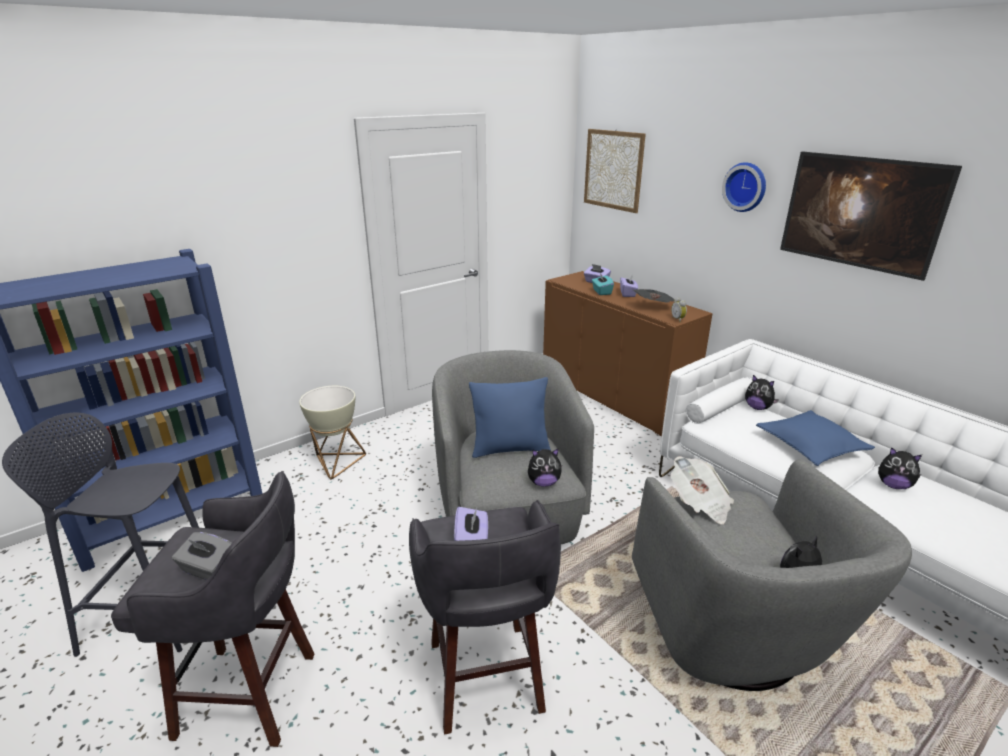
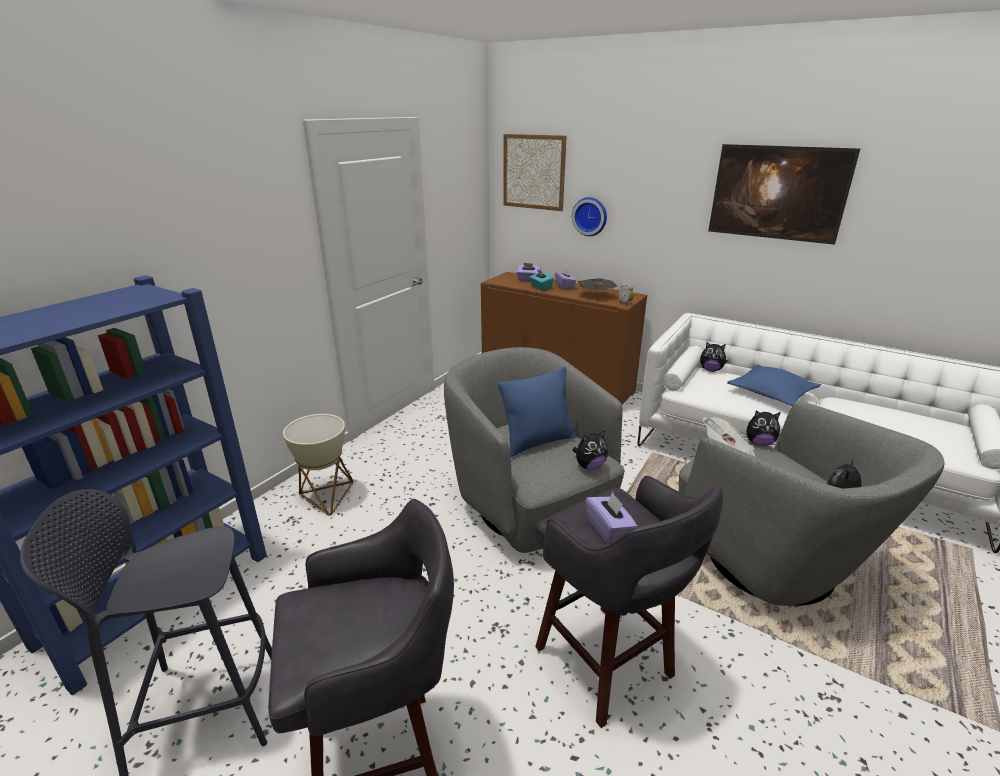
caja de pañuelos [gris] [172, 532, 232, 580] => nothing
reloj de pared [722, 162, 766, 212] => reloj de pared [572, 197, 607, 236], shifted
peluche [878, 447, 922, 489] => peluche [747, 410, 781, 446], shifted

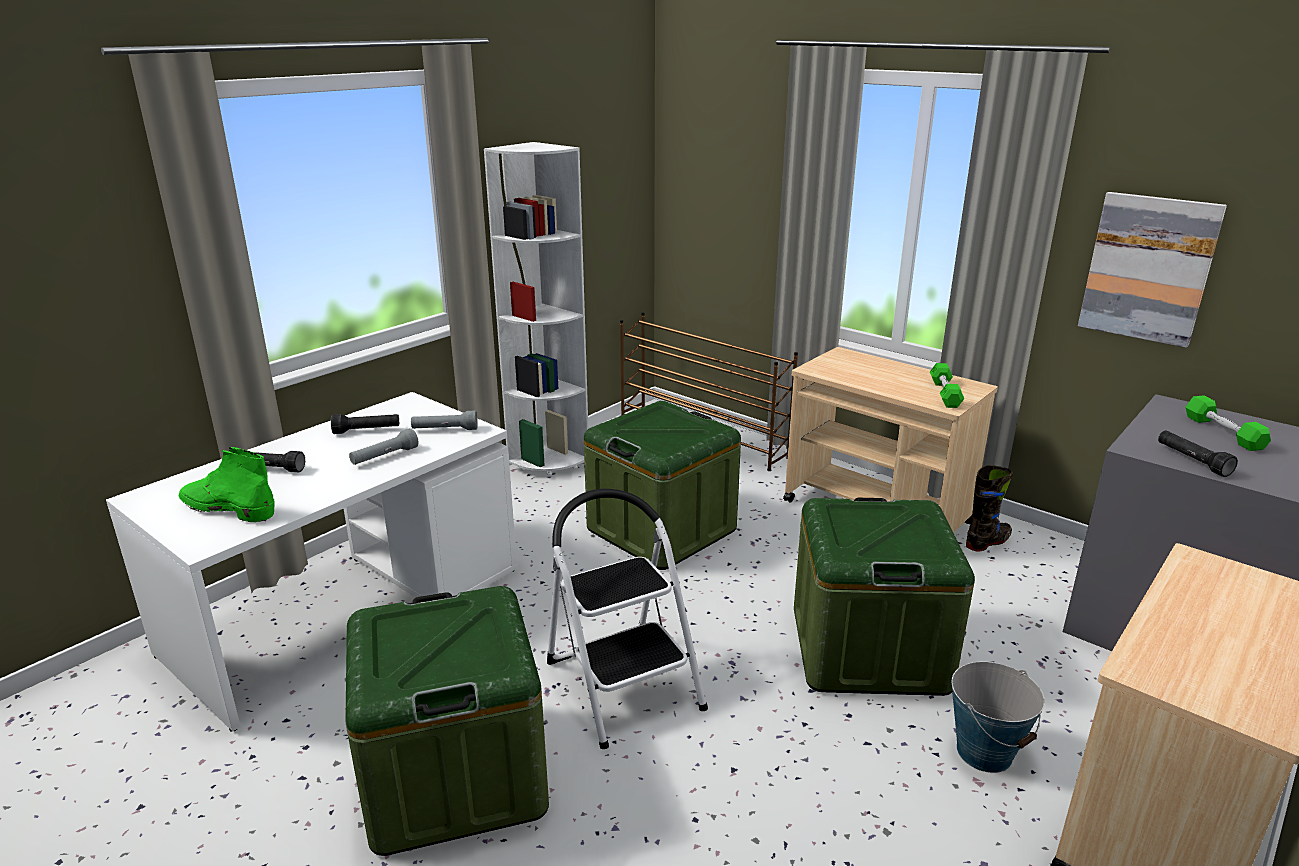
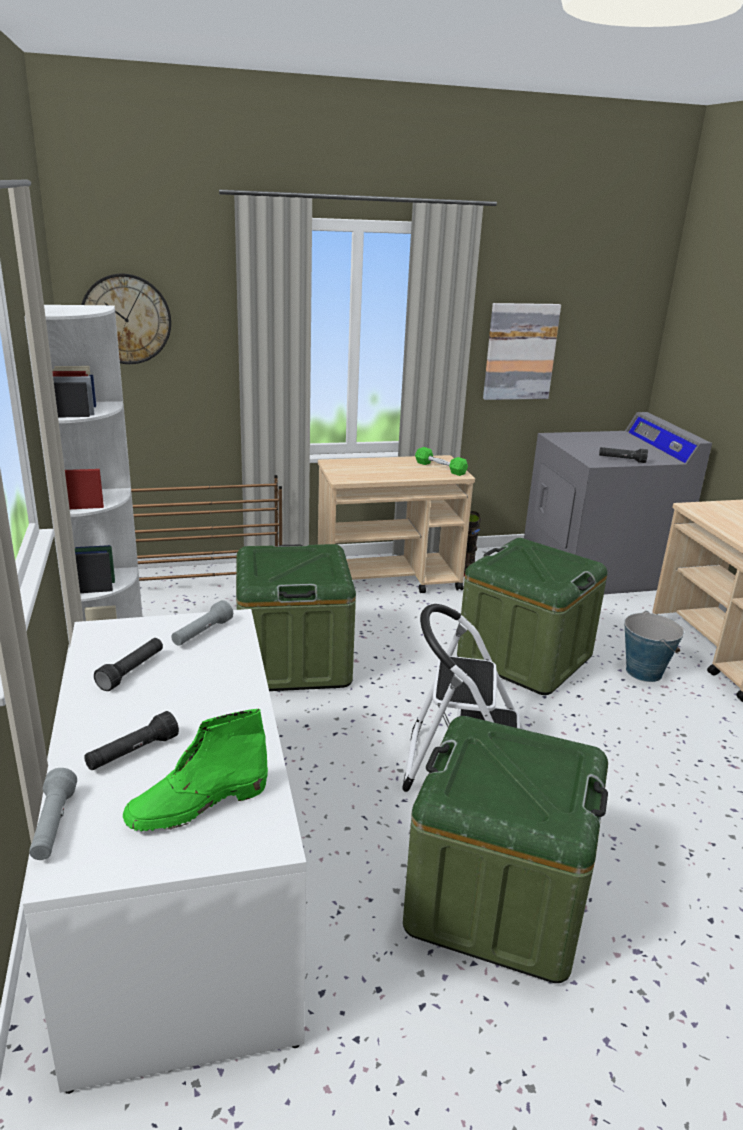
mancuerna [verde] [1185, 395, 1271, 451] => nothing
nothing => reloj de pared [81, 273, 171, 364]
linterna [gris] [349, 428, 419, 465] => linterna [gris] [29, 768, 77, 860], shifted

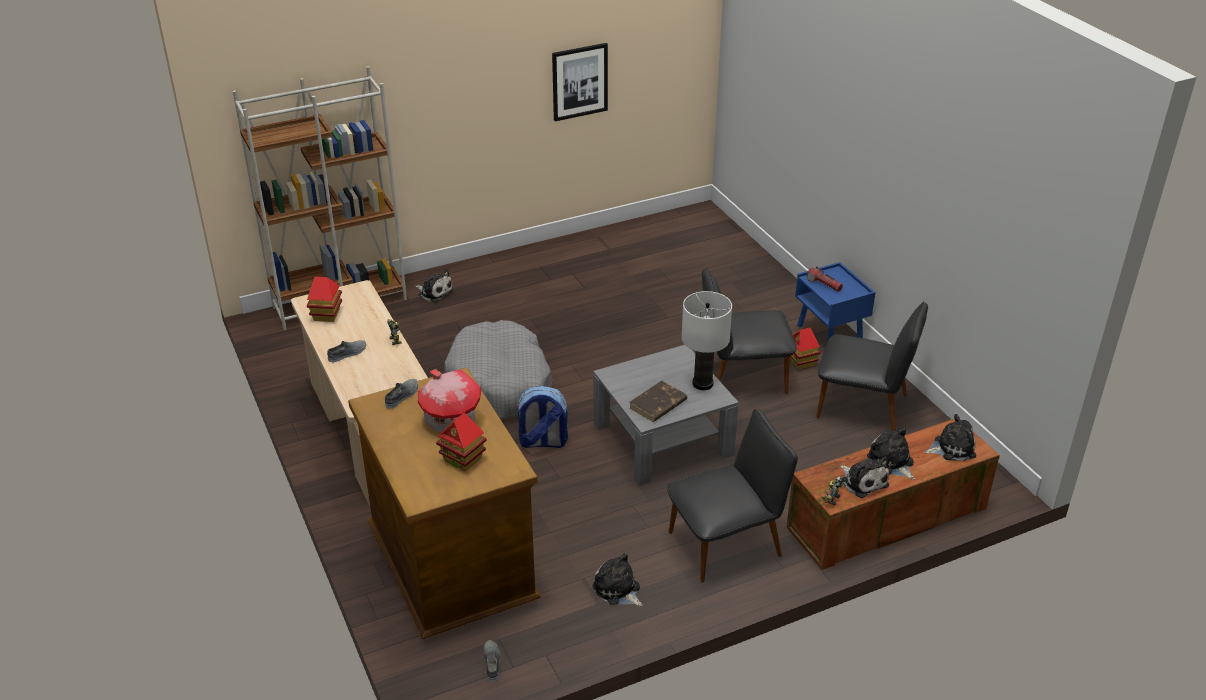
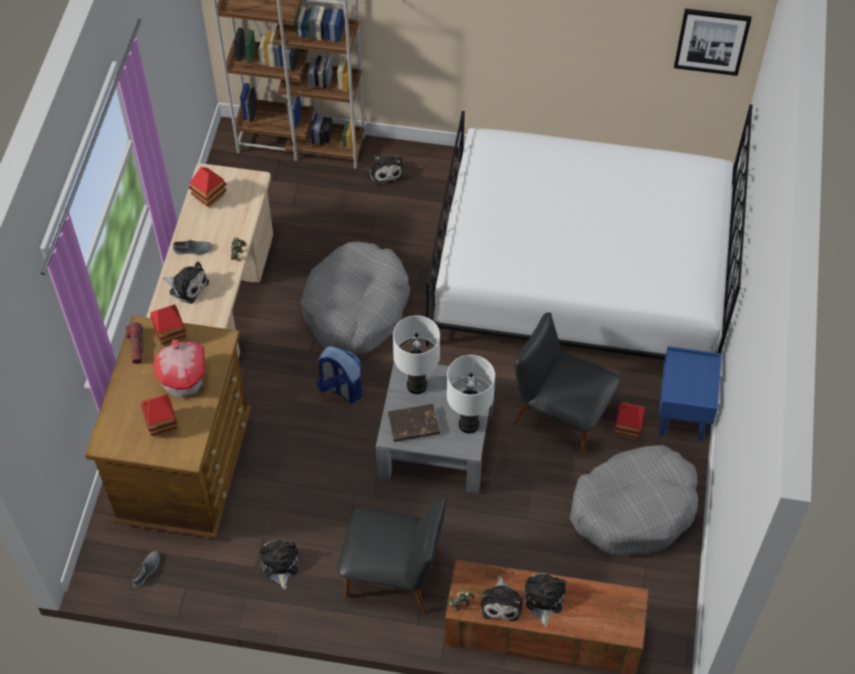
nothing => lámpara de mesa [blanco] [393, 315, 440, 394]
nothing => cama [blanco] [426, 104, 753, 360]
cuadro [552, 43, 608, 121] => cuadro [674, 9, 752, 76], shifted
linterna [806, 267, 843, 292] => linterna [126, 323, 144, 364], shifted
peluche [924, 414, 976, 461] => peluche [163, 261, 209, 304], shifted
zapato [gris] [385, 379, 418, 409] => casita [150, 304, 186, 346]
silla [negro] [816, 302, 928, 431] => cama para perro [gris] [570, 445, 698, 556]

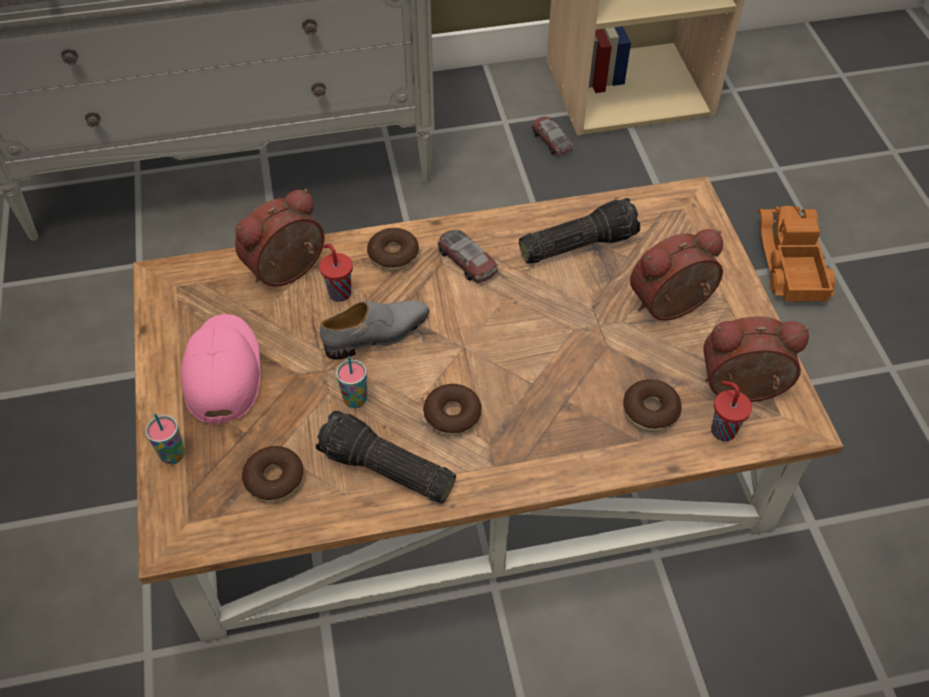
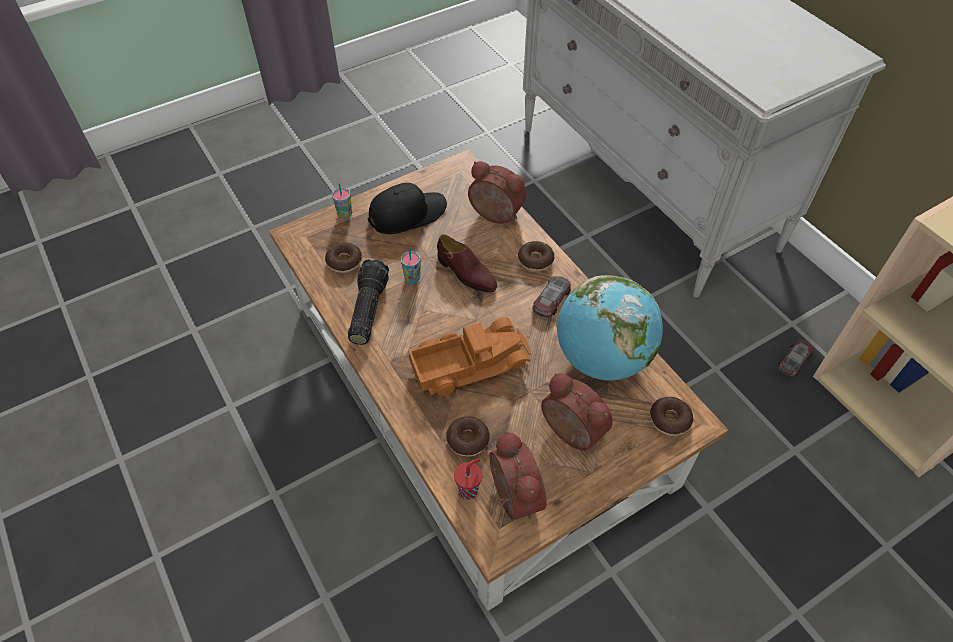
taza [rojo] [319, 244, 353, 302] => nothing
rosquilla [423, 384, 482, 436] => rosquilla [650, 397, 693, 436], shifted
camión de juguete [757, 206, 835, 301] => camión de juguete [408, 317, 531, 396], shifted
linterna [519, 198, 640, 264] => globo terráqueo [557, 275, 663, 380]
gorra [rosa] [180, 314, 261, 425] => gorra [negro] [368, 183, 447, 234]
zapato [gris] [320, 300, 429, 359] => zapato [marrón] [437, 234, 497, 293]

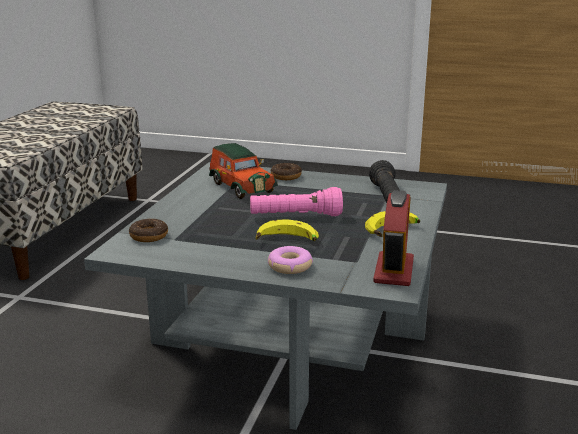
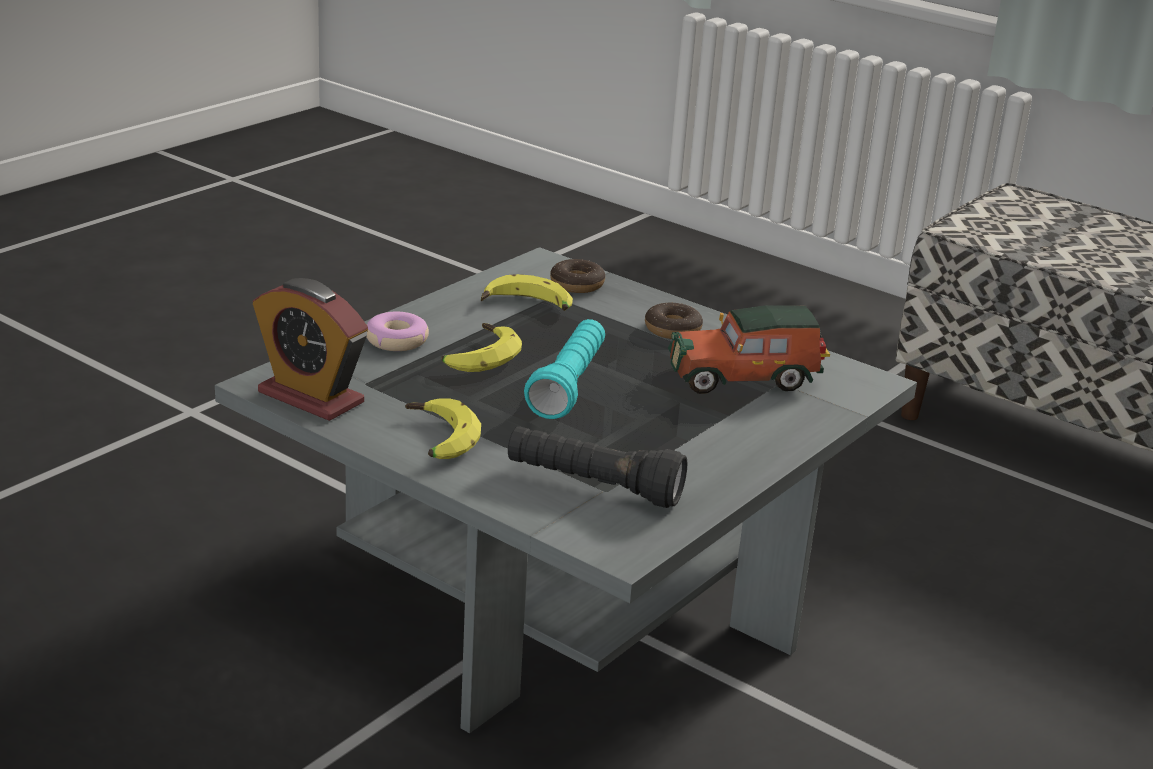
nothing => plátano [481, 274, 573, 311]
rosquilla [271, 163, 302, 180] => rosquilla [645, 302, 703, 339], shifted
linterna [rosa] [250, 187, 343, 216] => linterna [turquesa] [524, 319, 605, 419]

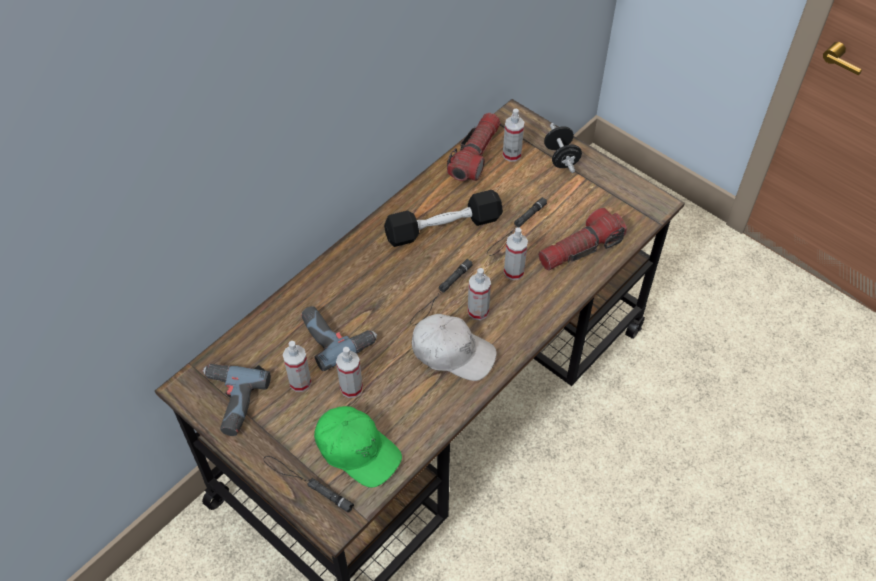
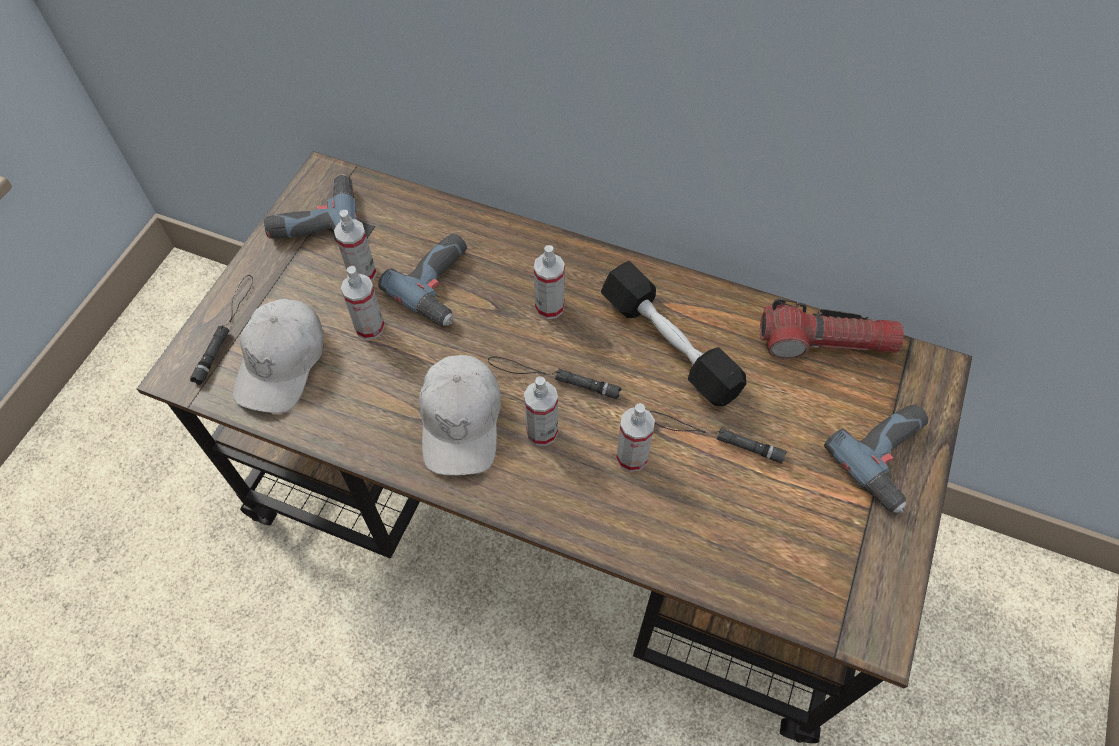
linterna [538, 208, 627, 271] => nothing
pulverizador [503, 108, 524, 162] => pulverizador [534, 245, 565, 319], shifted
mancuerna [negro] [544, 123, 582, 173] => taladro [824, 404, 928, 513]
gorra [verde] [314, 406, 402, 488] => gorra [blanco] [233, 299, 324, 413]

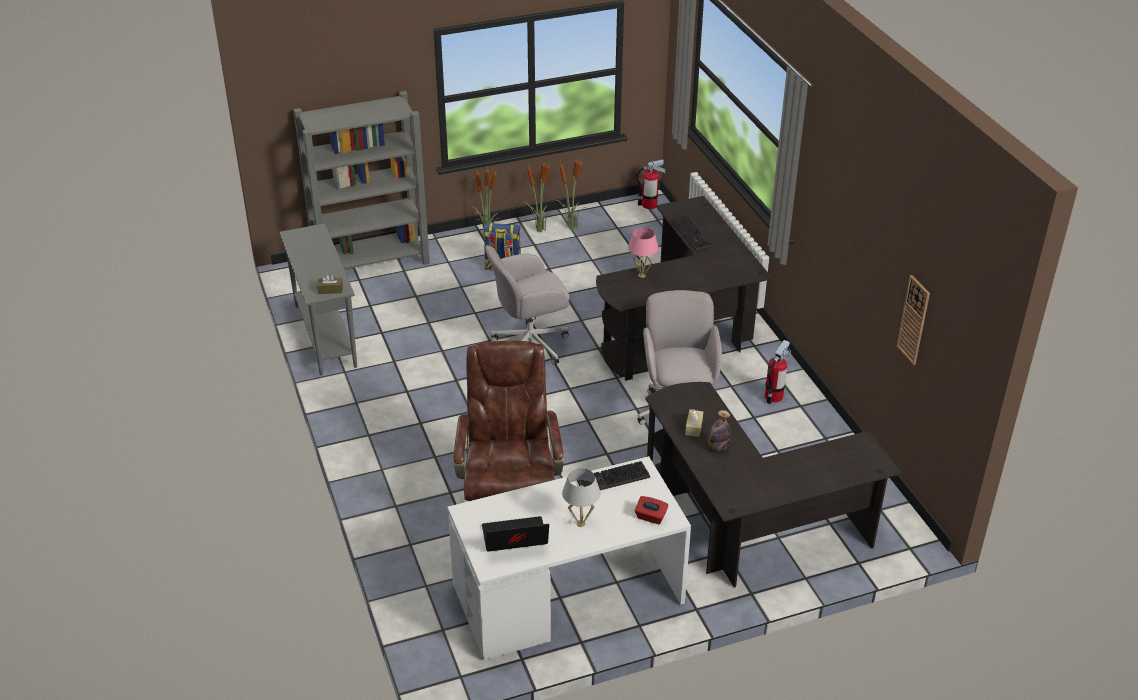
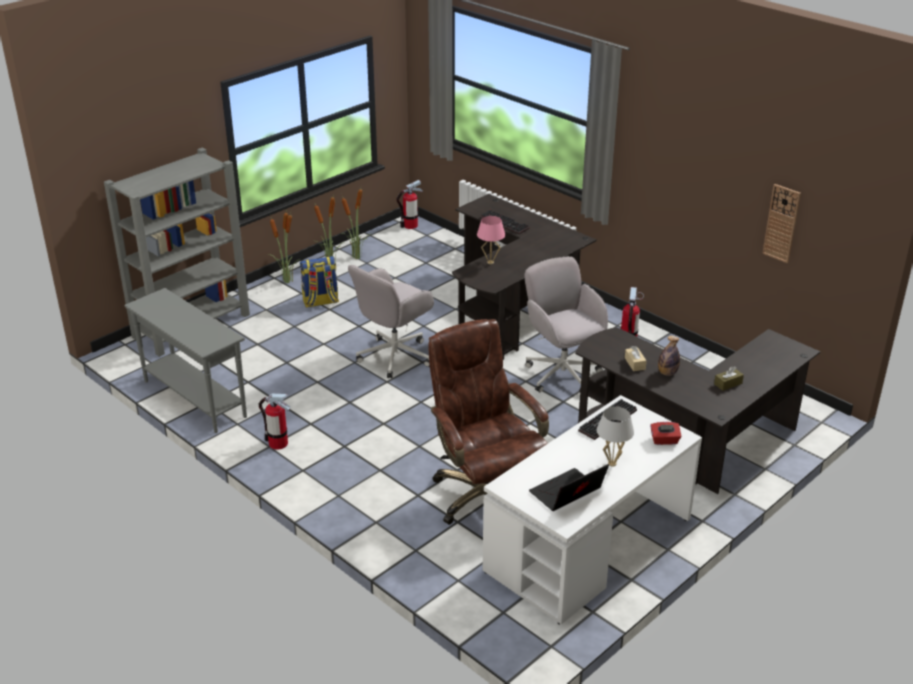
nothing => extintor [259, 394, 290, 450]
caja de pañuelos [marrón] [317, 274, 343, 294] => caja de pañuelos [marrón] [714, 366, 744, 391], shifted

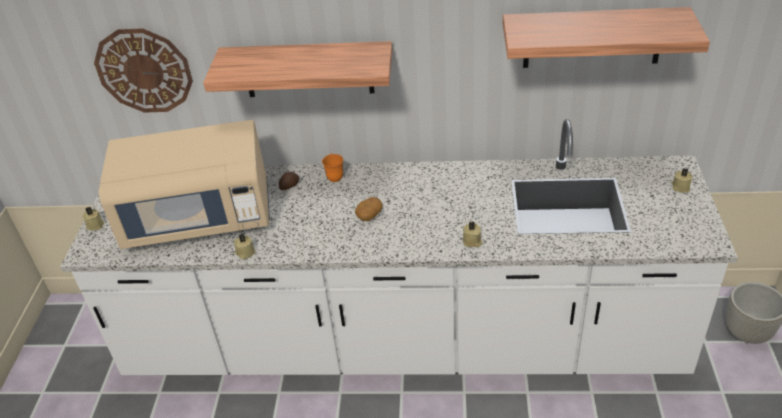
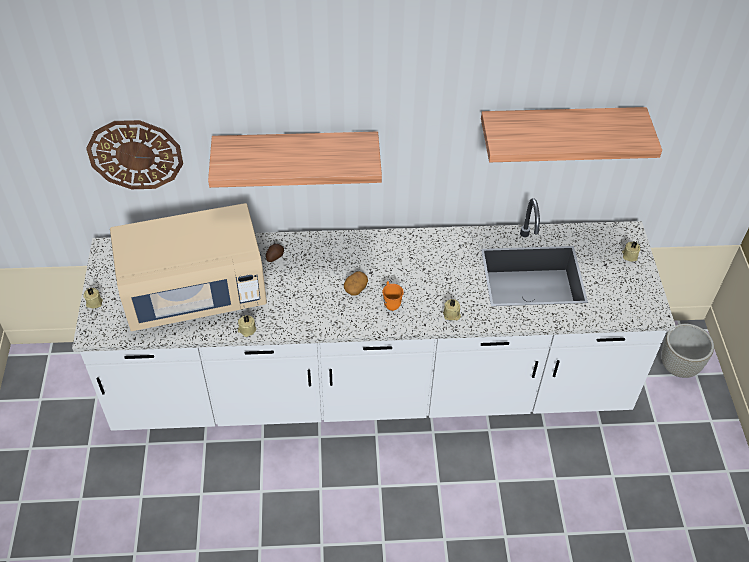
taza grande [naranja] [322, 153, 343, 182] => taza grande [naranja] [382, 281, 404, 311], shifted

